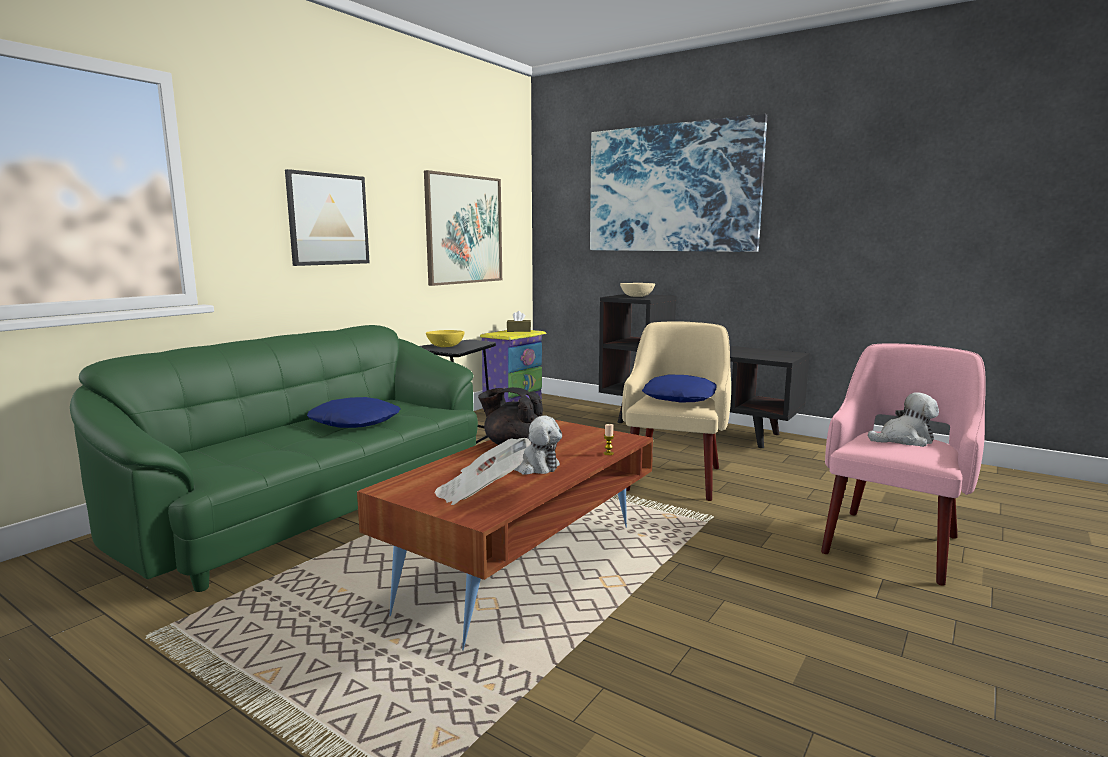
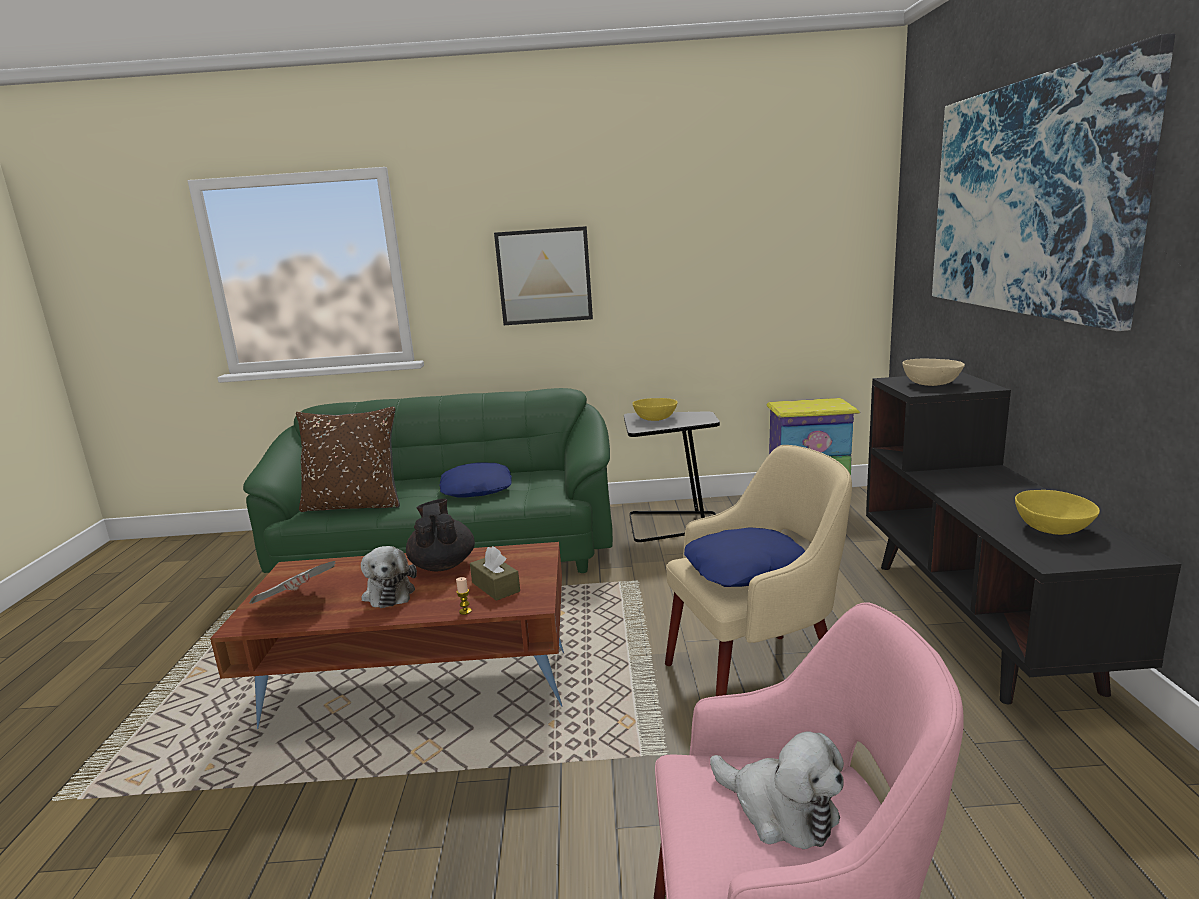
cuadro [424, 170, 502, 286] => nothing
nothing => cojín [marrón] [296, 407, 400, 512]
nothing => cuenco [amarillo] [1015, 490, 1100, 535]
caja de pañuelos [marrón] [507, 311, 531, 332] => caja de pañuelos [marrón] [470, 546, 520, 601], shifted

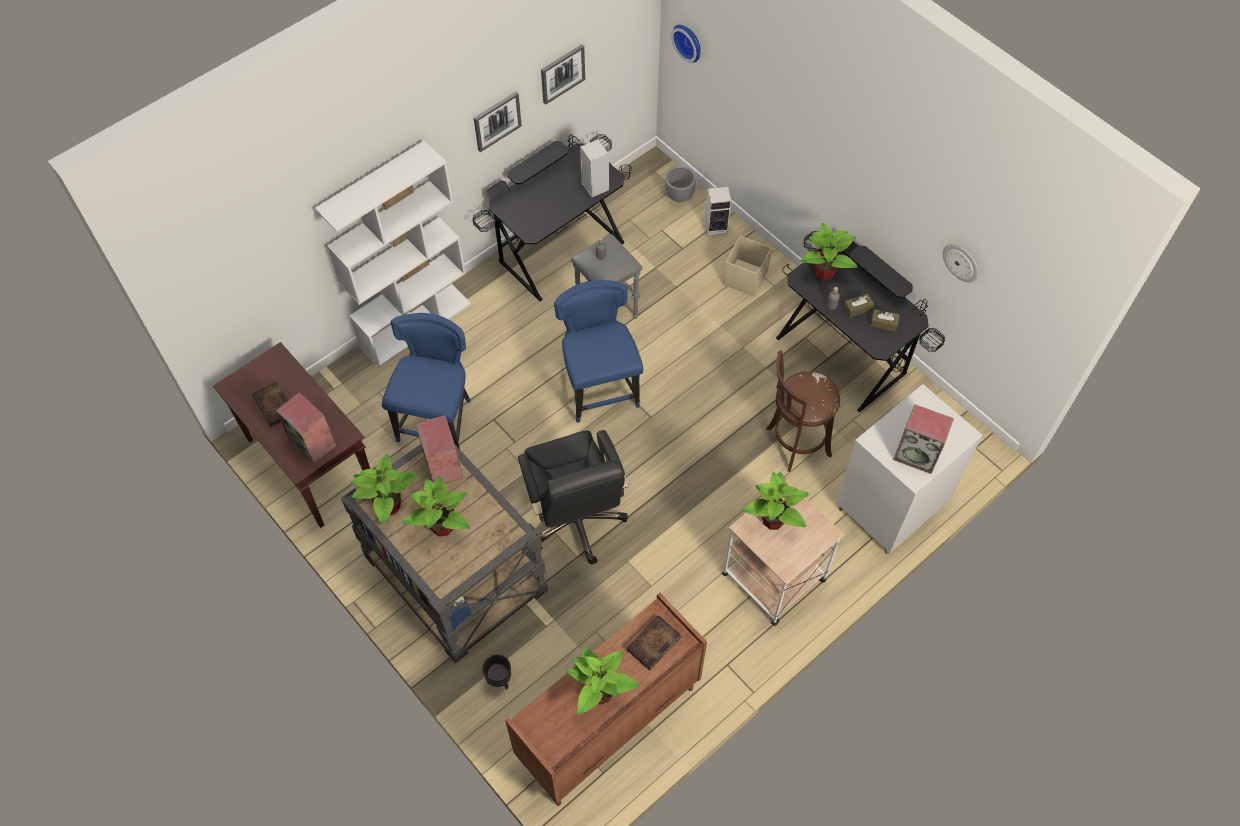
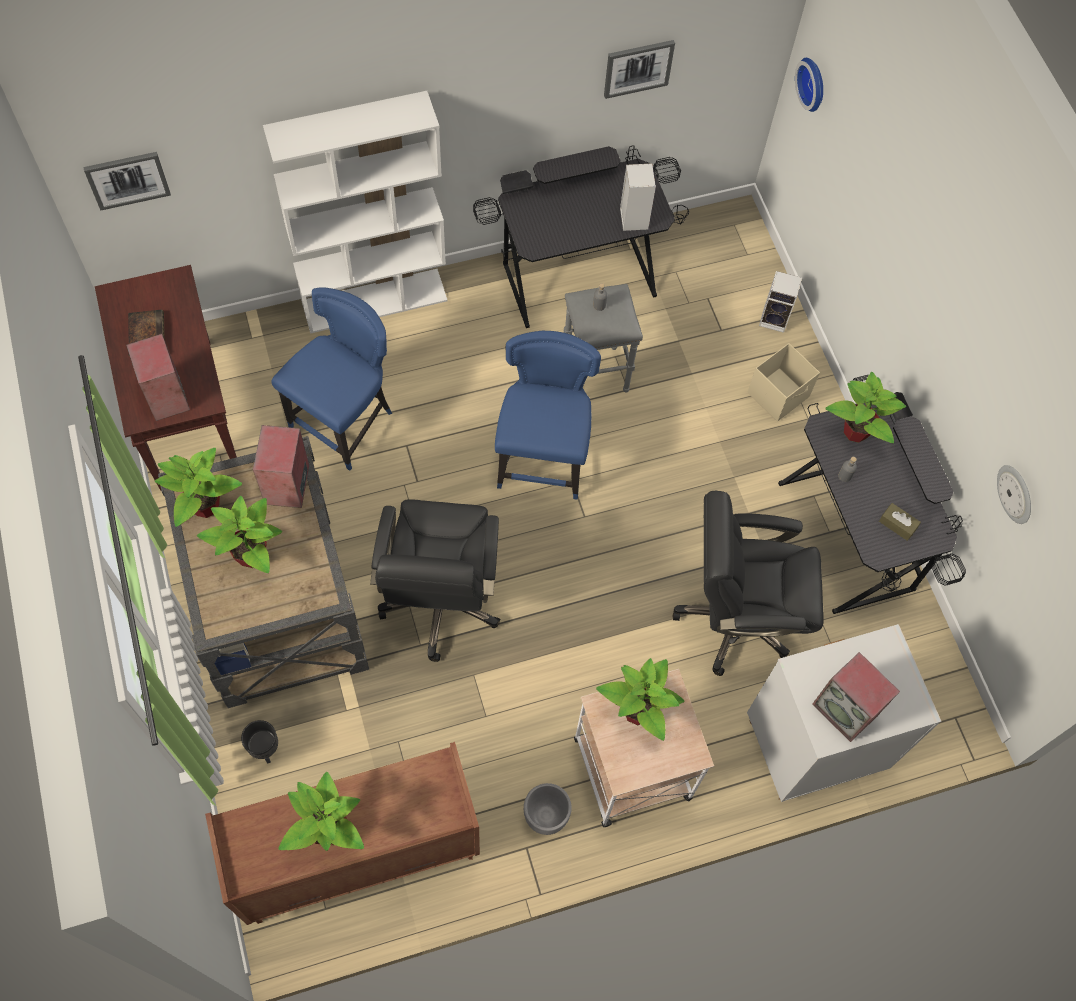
libro [626, 615, 682, 670] => nothing
caja de pañuelos [marrón] [843, 294, 874, 318] => nothing
cuadro [474, 91, 522, 152] => cuadro [83, 152, 171, 210], shifted
maceta [gris] [665, 166, 696, 202] => maceta [gris] [524, 783, 572, 835], shifted
taburete [marrón] [766, 350, 840, 472] => silla de oficina [negro] [673, 491, 824, 676]

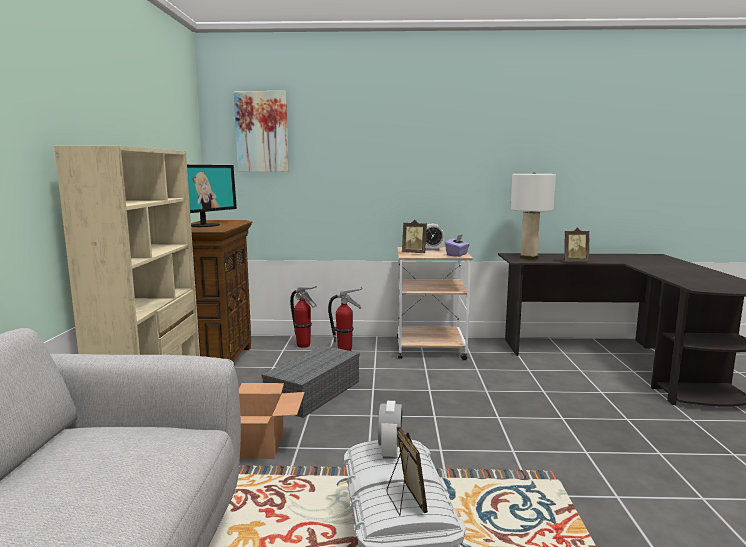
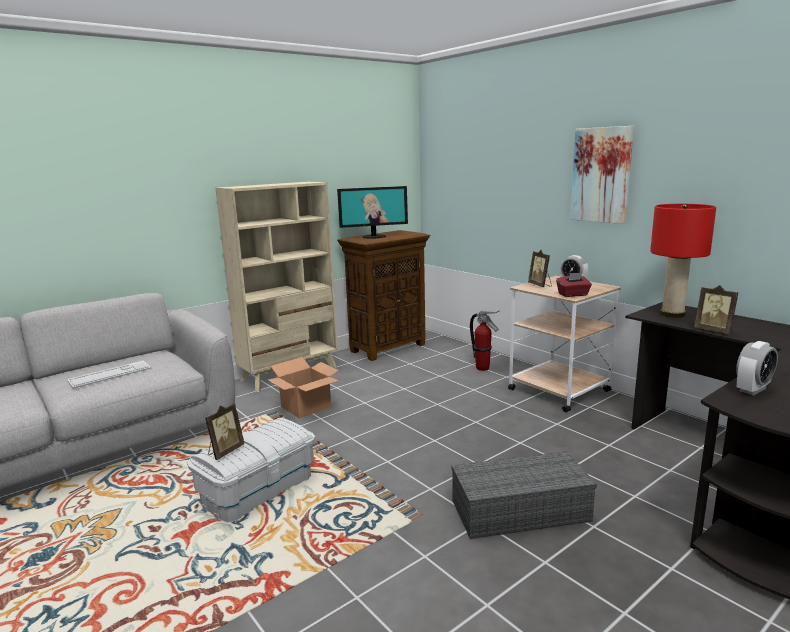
extintor [290, 286, 317, 348] => nothing
nothing => teclado [67, 360, 151, 389]
cuadro [234, 91, 289, 172] => cuadro [570, 126, 634, 224], shifted
caja de almacenaje [gris] [262, 345, 360, 418] => caja de almacenaje [gris] [451, 451, 597, 539], shifted
despertador [378, 401, 402, 459] => despertador [736, 341, 778, 395], shifted
caja de pañuelos [morado] [445, 235, 470, 257] => caja de pañuelos [rojo] [556, 273, 592, 297]
lámpara de mesa [blanco] [511, 173, 556, 260] => lámpara de mesa [rojo] [650, 204, 716, 318]

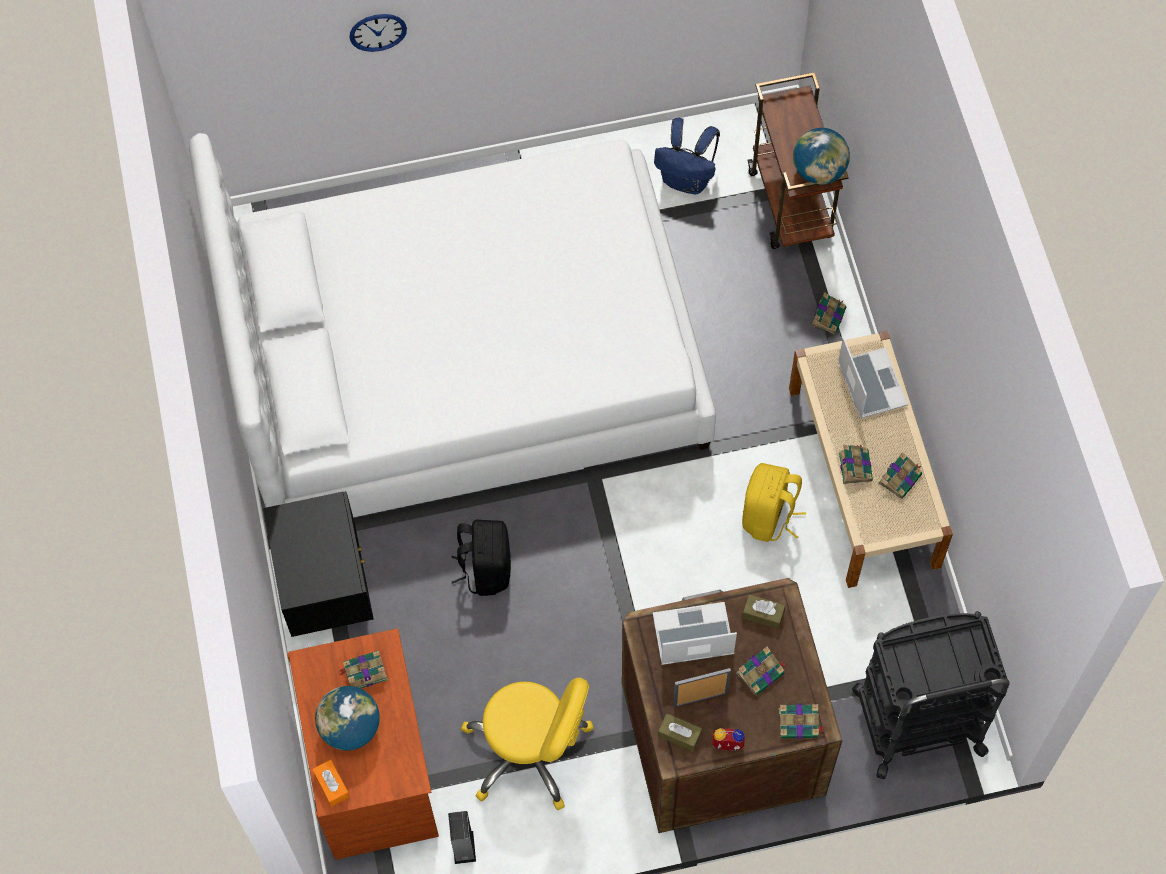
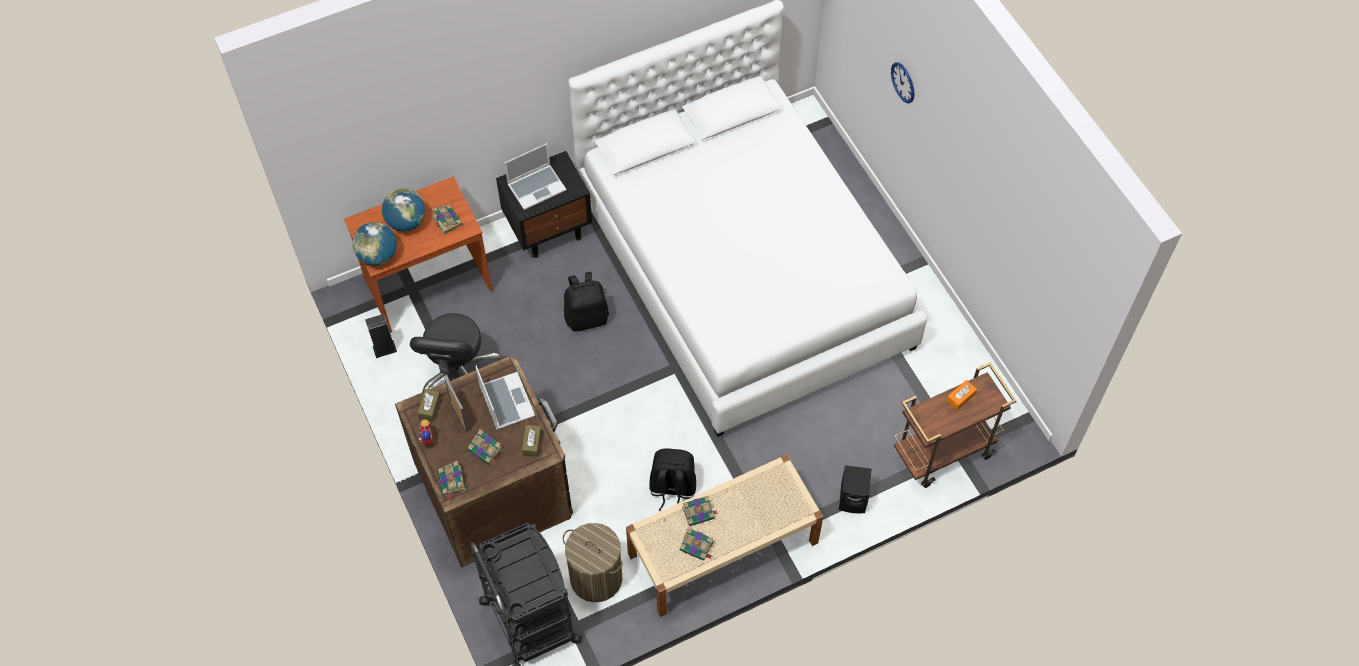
mochila [azul] [654, 118, 720, 194] => nothing
nothing => cesto de la ropa [563, 523, 623, 602]
caja de pañuelos [naranja] [312, 759, 350, 807] => caja de pañuelos [naranja] [946, 380, 977, 411], shifted
globo terráqueo [793, 128, 850, 185] => globo terráqueo [352, 222, 397, 266], shifted
portátil [838, 337, 908, 419] => portátil [504, 143, 566, 210], shifted
libro [810, 292, 846, 334] => altavoz [negro] [839, 465, 871, 513]
silla de oficina [amarillo] [461, 678, 594, 810] => silla de oficina [negro] [410, 313, 506, 392]
mochila [amarillo] [742, 463, 806, 542] => mochila [negro] [649, 448, 696, 511]

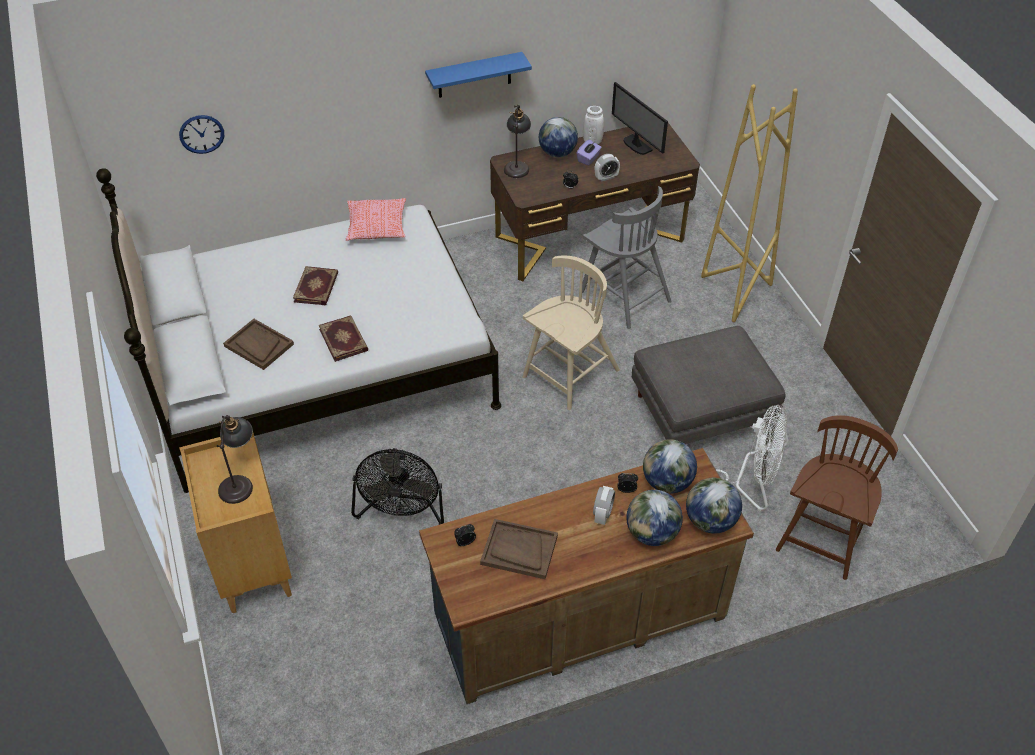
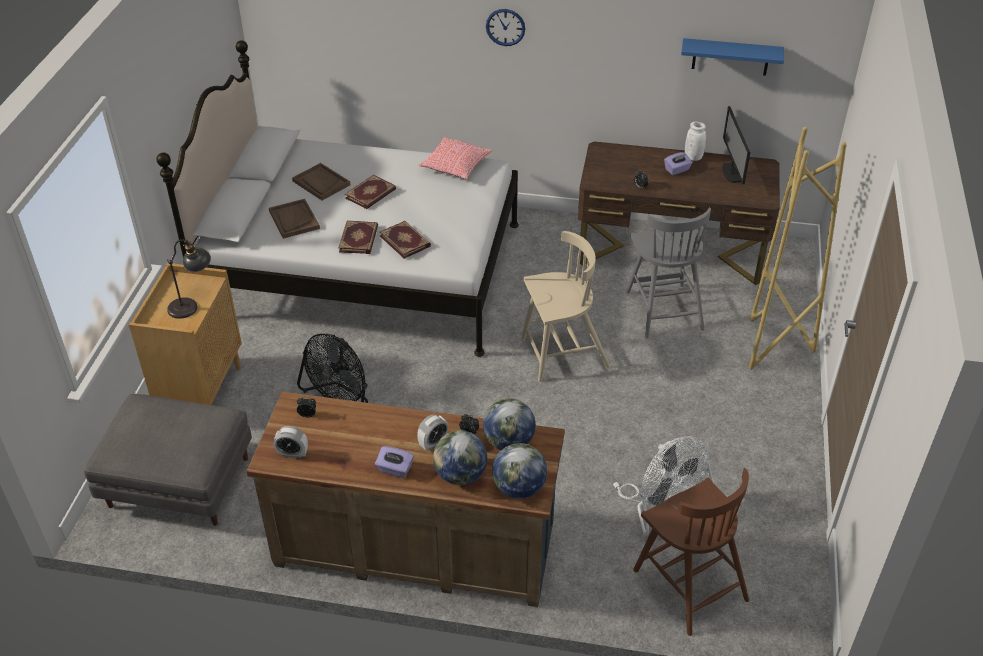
lámpara de mesa [gris] [504, 105, 531, 178] => nothing
globo terráqueo [539, 117, 578, 157] => nothing
nothing => caja de pañuelos [morado] [375, 446, 414, 478]
nothing => libro [379, 221, 431, 259]
reloj de pared [179, 115, 224, 154] => reloj de pared [486, 9, 525, 46], shifted
estante [azul] [425, 52, 532, 98] => estante [azul] [681, 38, 784, 76], shifted
bandeja [marrón] [480, 519, 558, 579] => bandeja [marrón] [292, 163, 350, 200], shifted
despertador [595, 154, 620, 181] => despertador [273, 426, 308, 459], shifted
puf [gris] [632, 326, 786, 444] => puf [gris] [84, 394, 252, 526], shifted
silla [marrón] [776, 415, 898, 580] => silla [marrón] [633, 468, 749, 636], 90 degrees clockwise

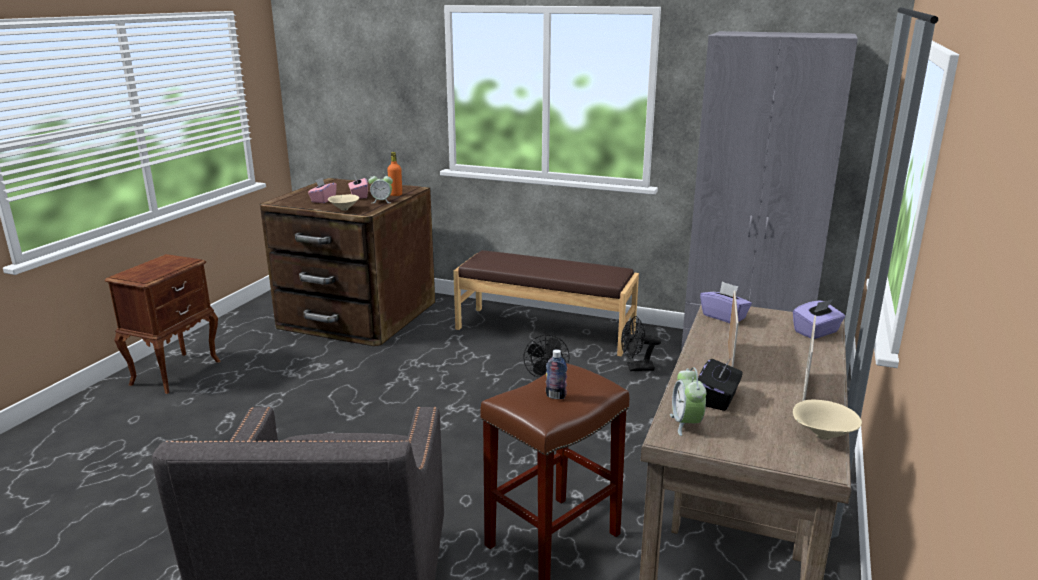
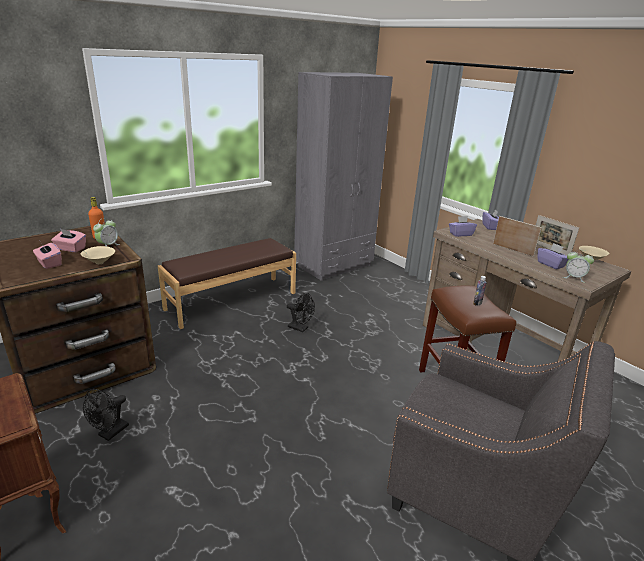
ventilador [negro] [621, 316, 661, 371] => ventilador [negro] [83, 389, 129, 441], shifted
caja de pañuelos [negro] [698, 357, 743, 411] => caja de pañuelos [morado] [538, 243, 569, 270]

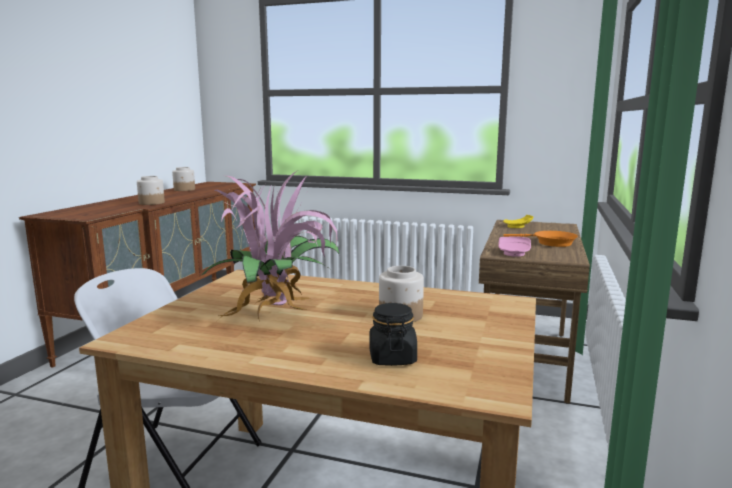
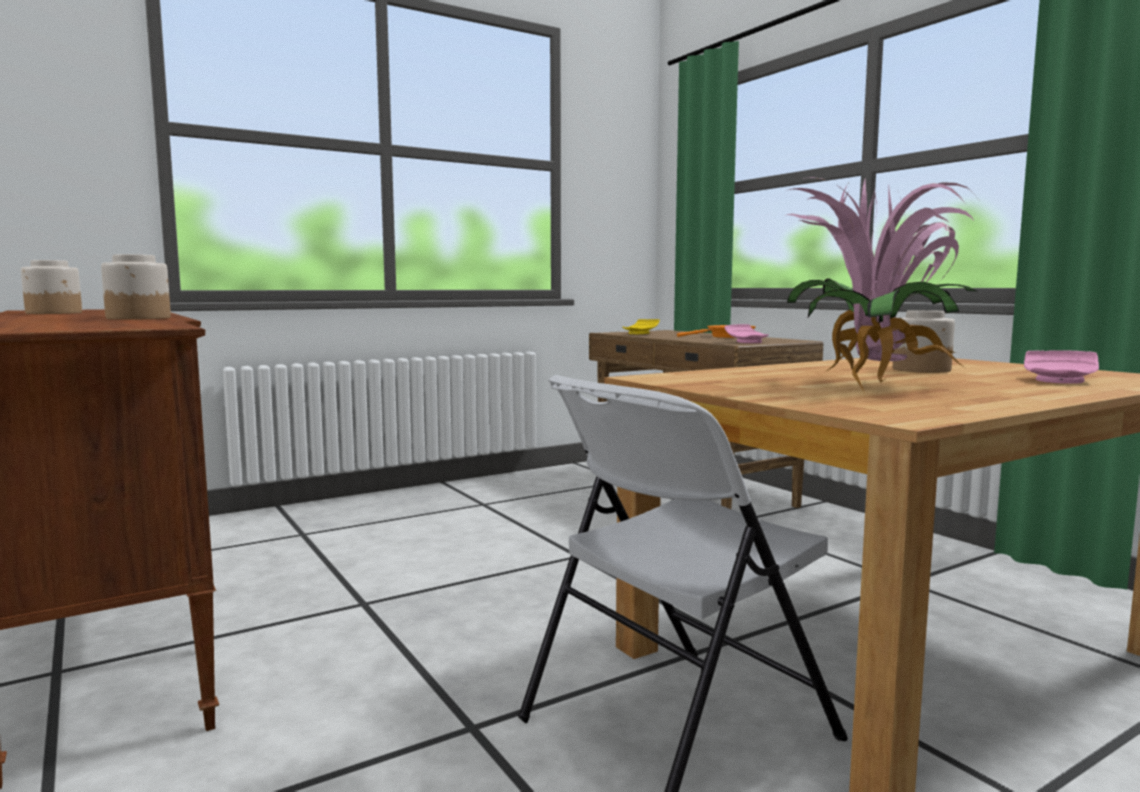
tarro [negro] [369, 303, 417, 366] => plato [rosa] [1024, 350, 1099, 384]

